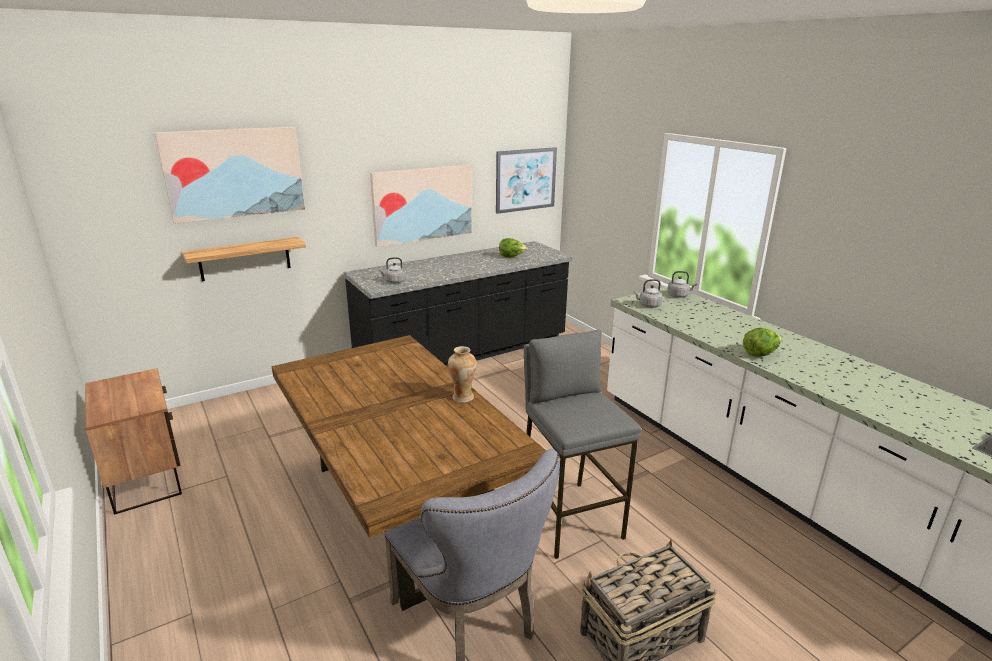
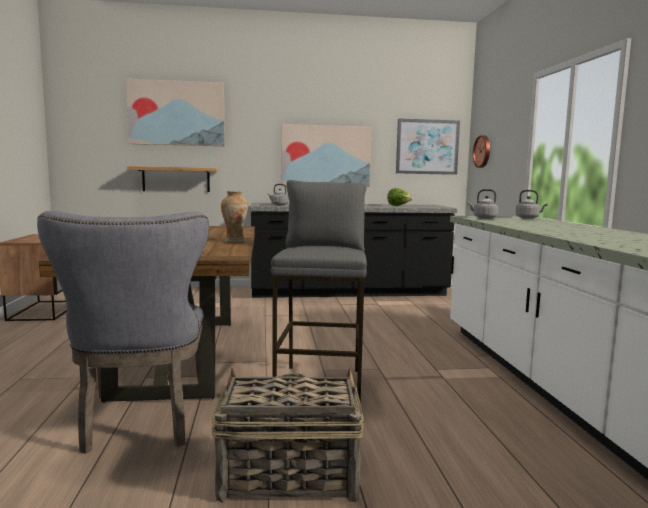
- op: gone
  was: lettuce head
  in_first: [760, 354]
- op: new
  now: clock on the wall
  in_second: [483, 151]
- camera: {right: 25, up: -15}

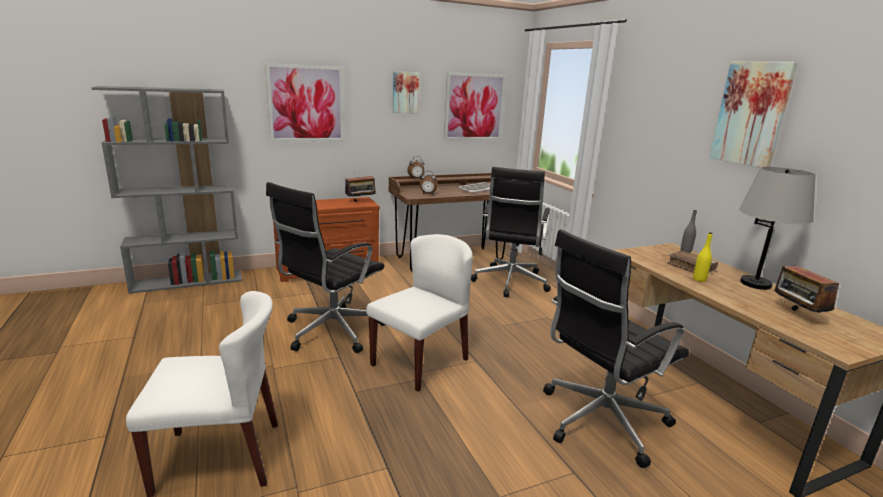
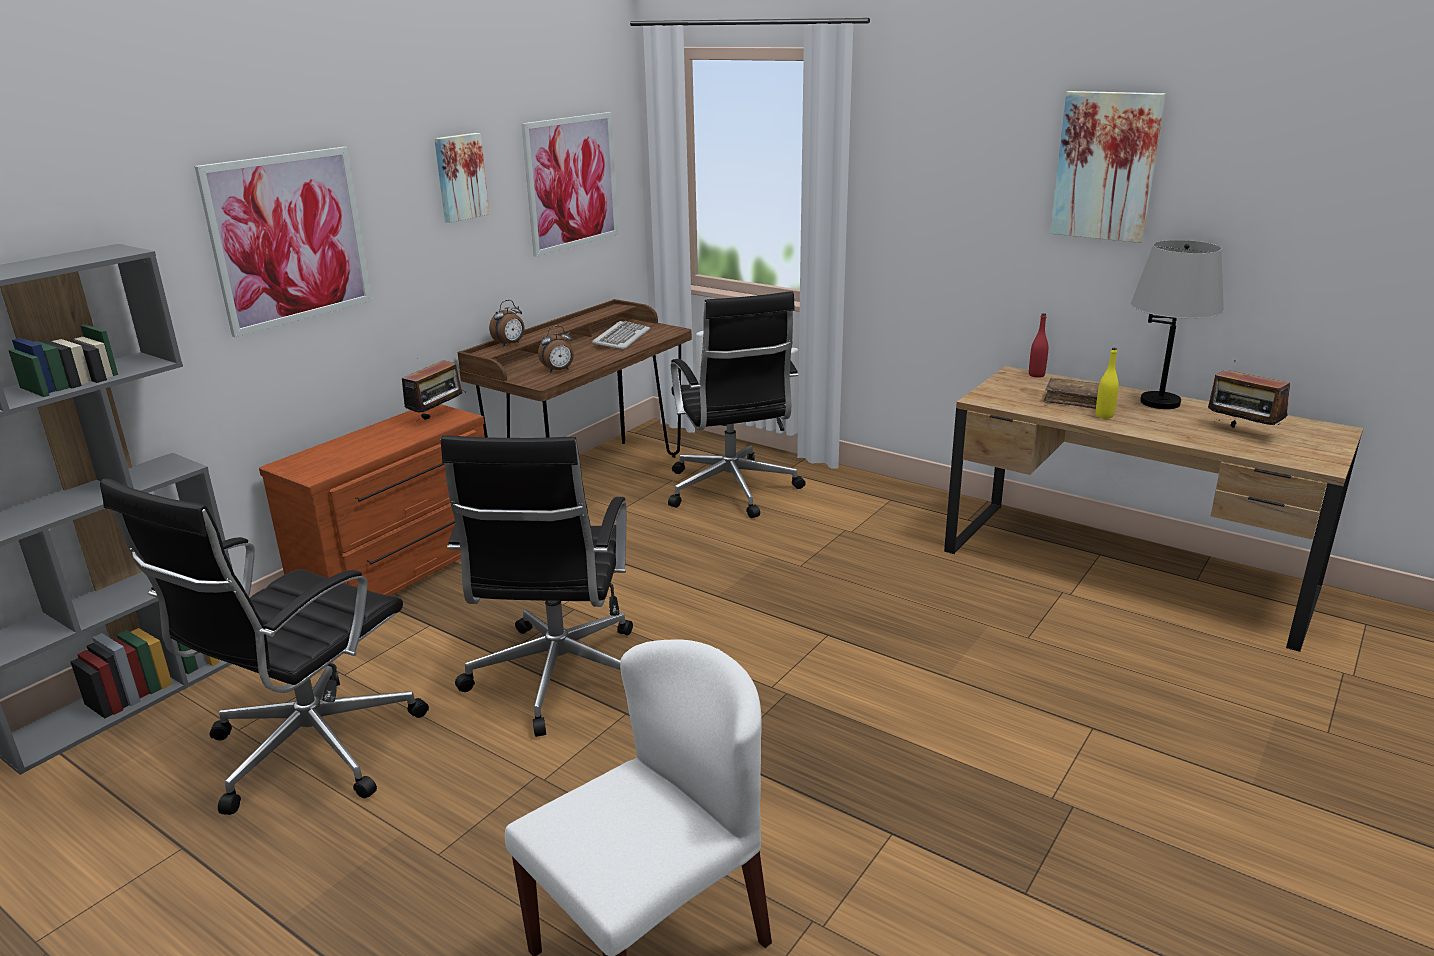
- op: gone
  was: plain chair (whitish)
  in_first: [420, 361]
- op: shifted
  was: office chair (blackish)
  in_first: [599, 421]
  in_second: [308, 750]
- op: repainted
  was: bottle (grey)
  now: bottle (reddish)
  in_first: [685, 251]
  in_second: [1036, 375]
- camera: {right: -30, up: 5}

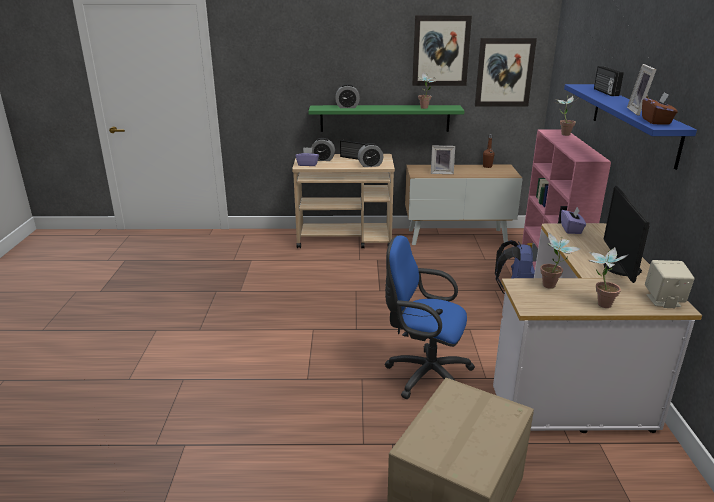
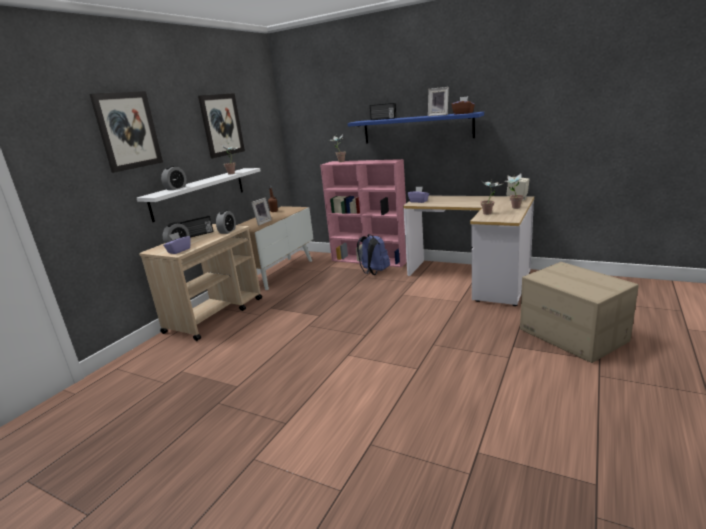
- op: gone
  was: office chair (bluish)
  in_first: [424, 375]
- op: gone
  was: computer screen
  in_first: [620, 268]
- op: shifted
  was: picture
  in_first: [504, 72]
  in_second: [128, 131]
- op: repainted
  was: shelf (green)
  now: shelf (whitish)
  in_first: [385, 118]
  in_second: [199, 193]
- camera: {right: -60, up: -5}

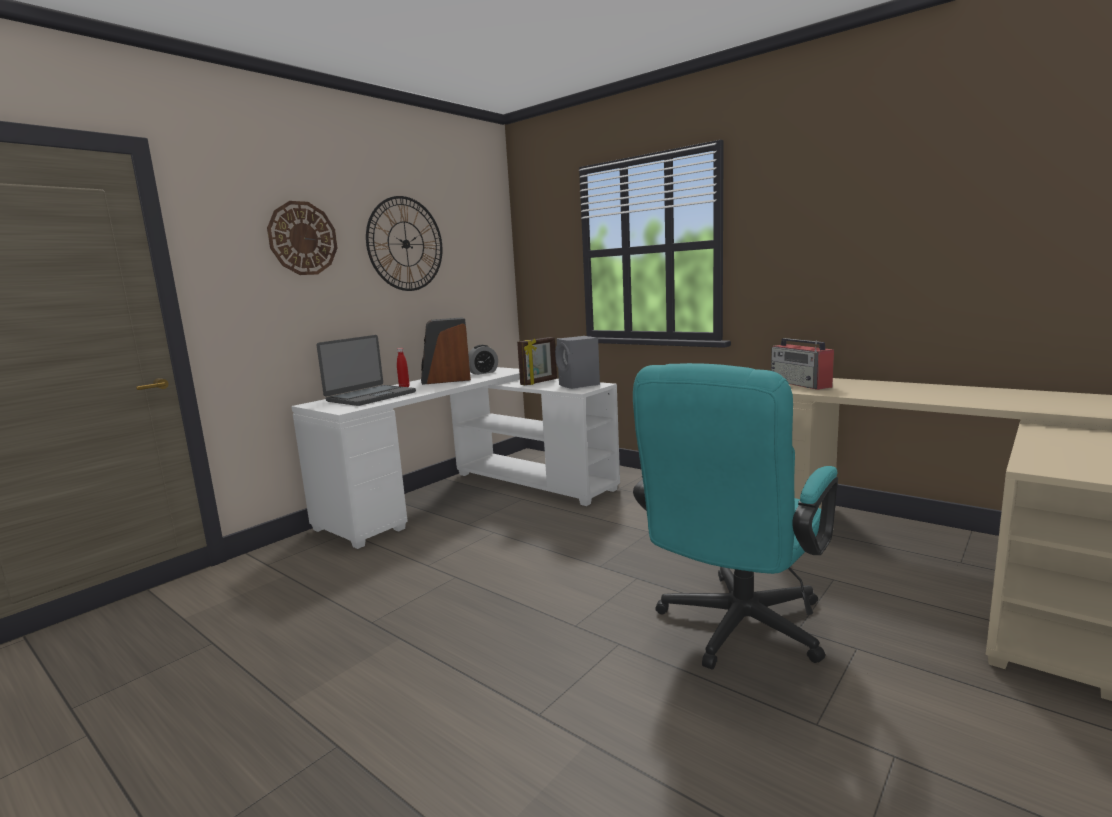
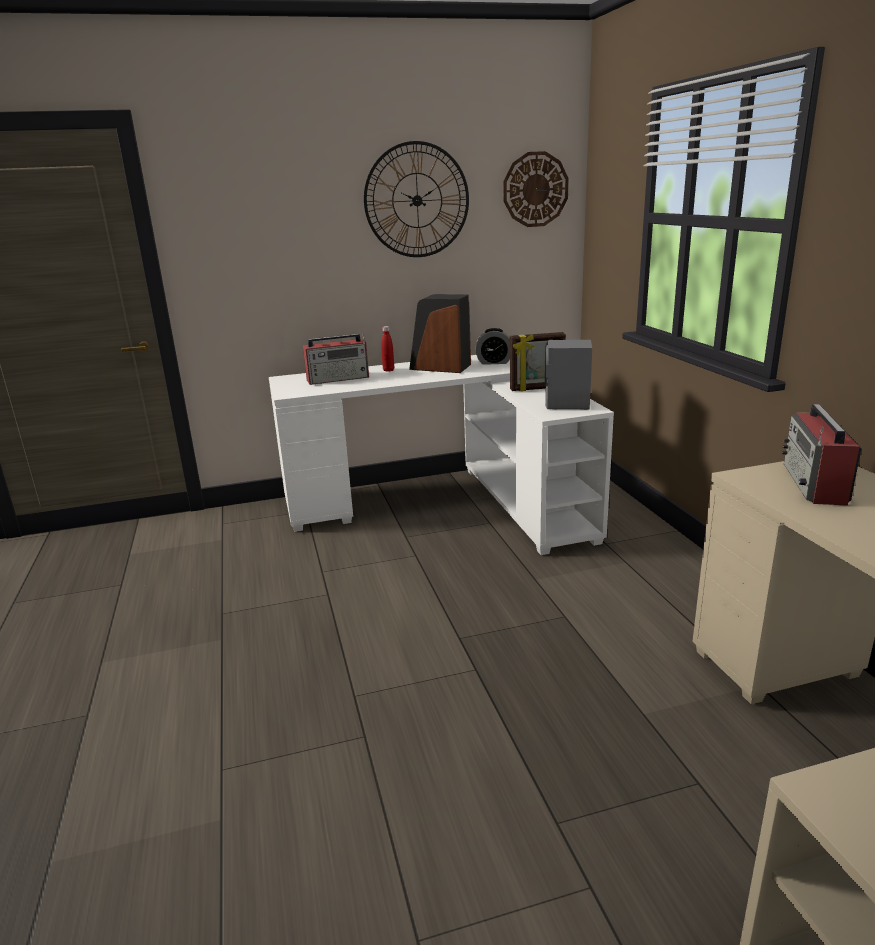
- op: gone
  was: office chair (blue-green)
  in_first: [734, 631]
- op: shifted
  was: clock on the wall
  in_first: [303, 238]
  in_second: [535, 189]
- op: swapped
  was: portable computer
  now: radio
  in_first: [370, 396]
  in_second: [339, 379]
- camera: {right: 35, up: 10}

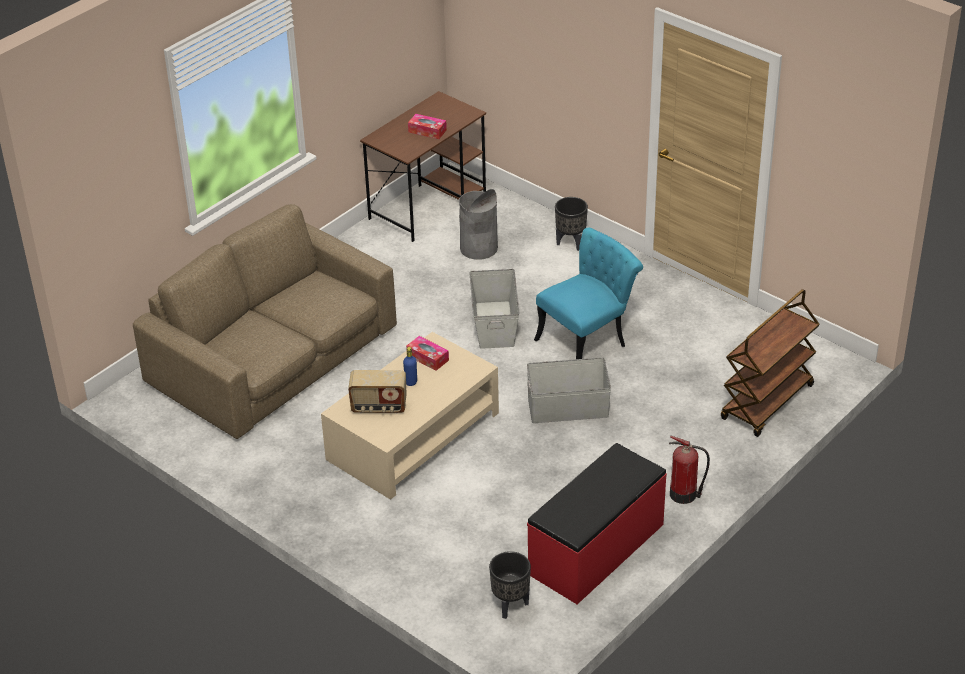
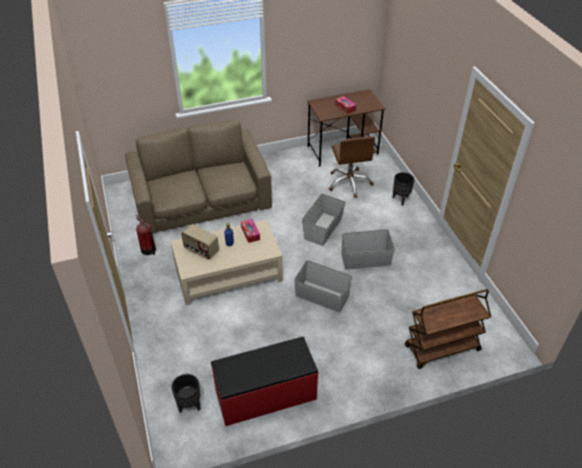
- op: shifted
  was: fire extinguisher
  in_first: [684, 494]
  in_second: [149, 250]
- op: swapped
  was: trash can (grey)
  now: office chair (brown)
  in_first: [478, 248]
  in_second: [349, 183]
- op: swapped
  was: plain chair (blue-green)
  now: storage bin (grey)
  in_first: [588, 339]
  in_second: [366, 259]
- camera: {right: 30, up: 5}

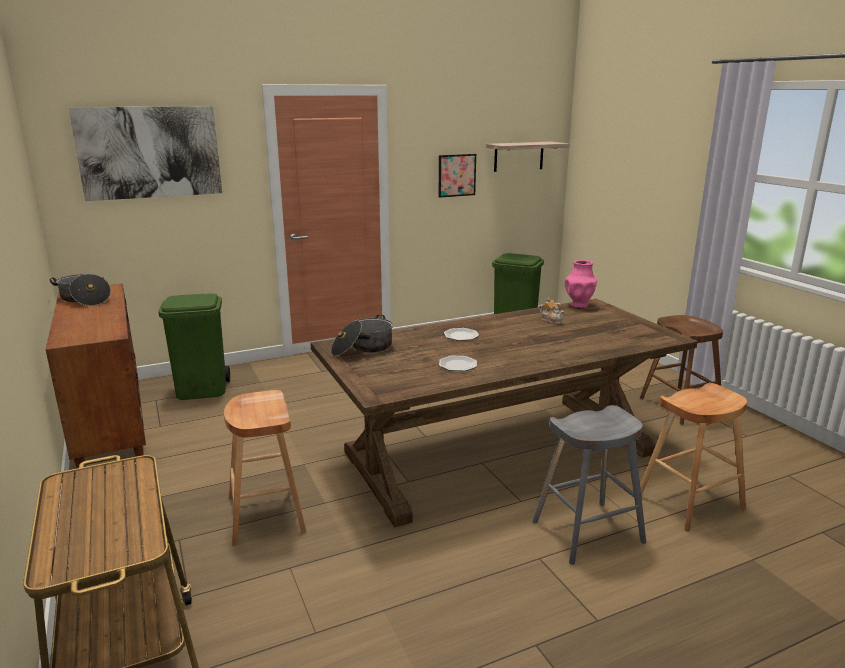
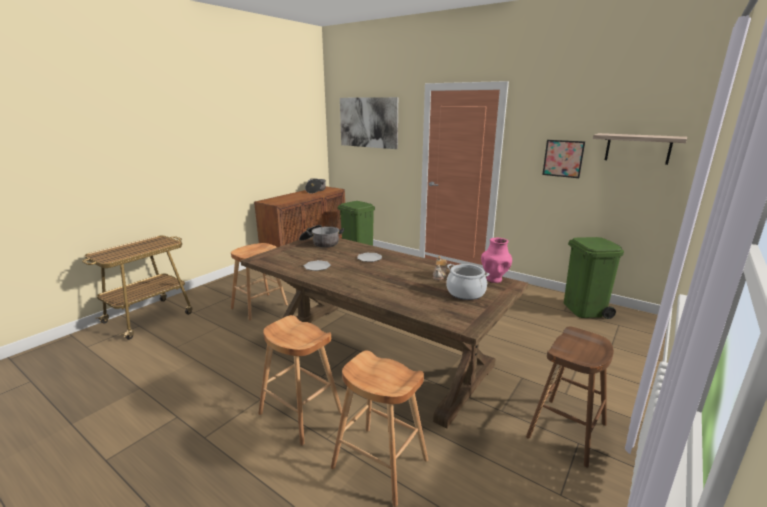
- op: new
  now: cooking pot
  in_second: [465, 293]
- op: repainted
  was: sitting stool (grey)
  now: sitting stool (brown)
  in_first: [588, 532]
  in_second: [301, 413]
- camera: {right: 60, up: 0}

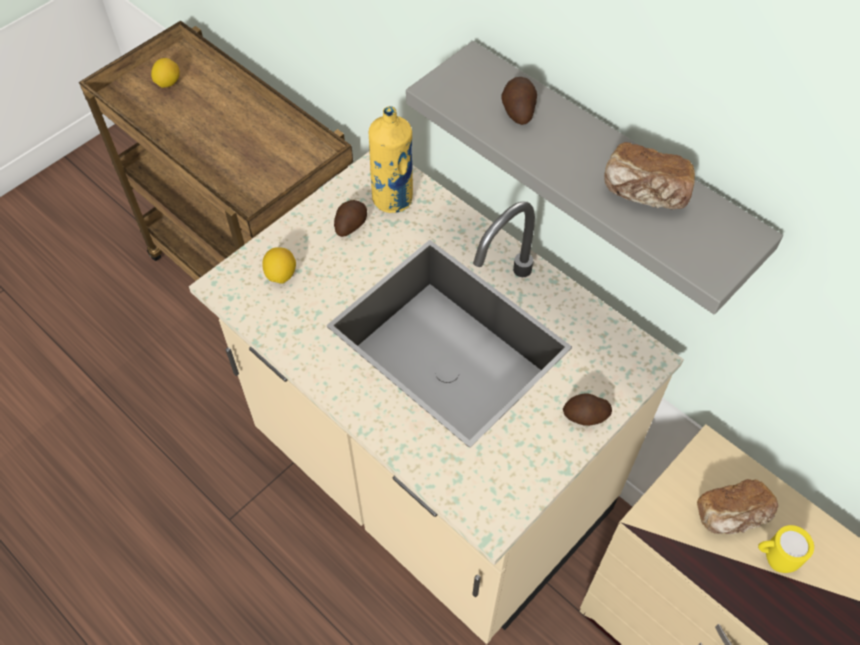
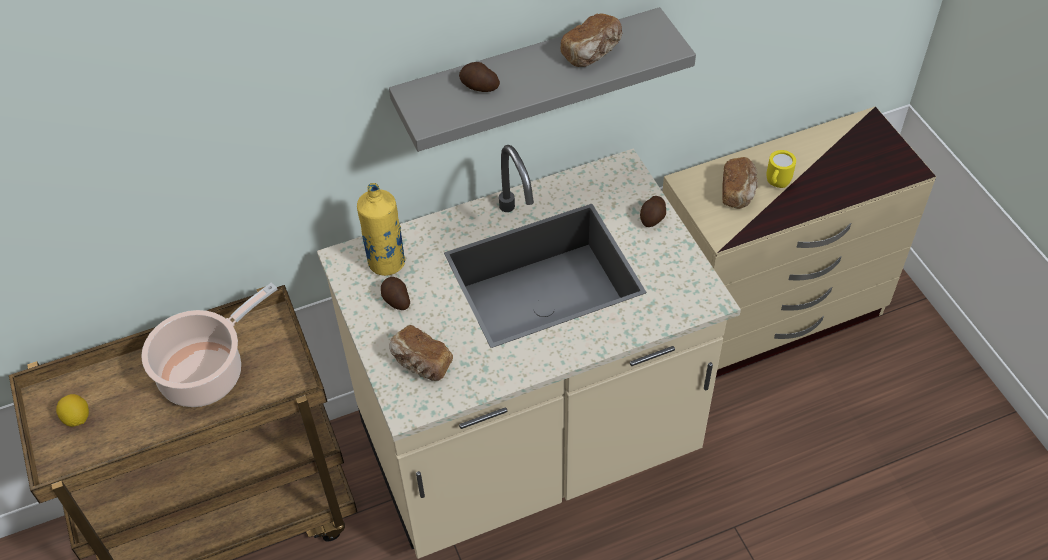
- op: new
  now: cooking pot
  in_second: [207, 372]
- op: swapped
  was: citrus fruit
  now: baked bread
  in_first: [281, 275]
  in_second: [420, 364]
- camera: {right: -65, up: -5}

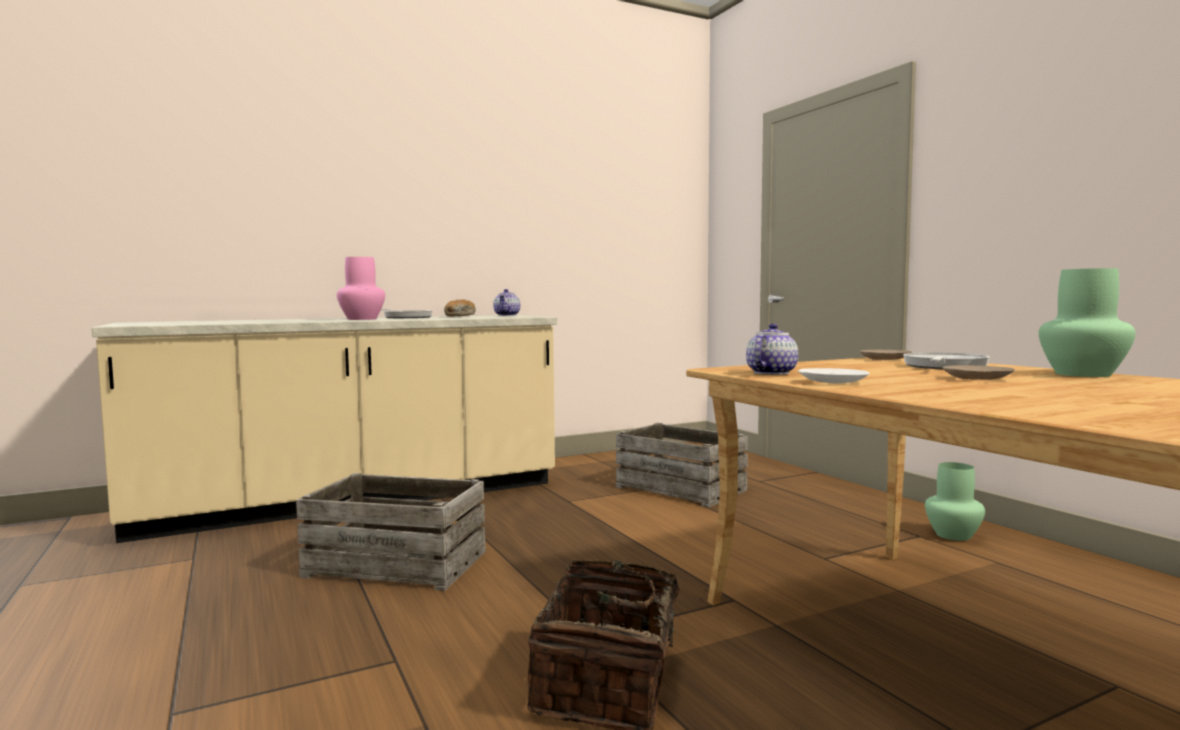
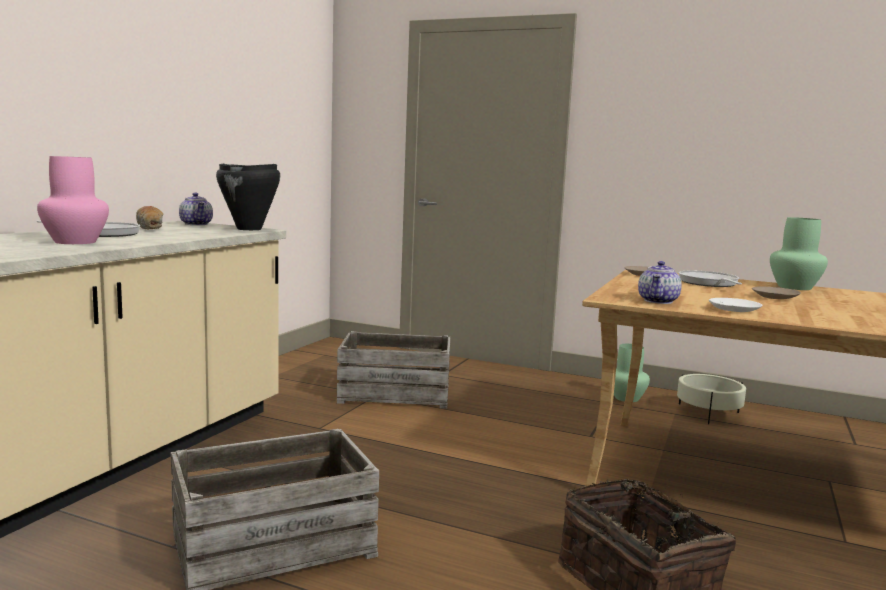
- op: new
  now: cooking pot (blackish)
  in_second: [249, 229]
- op: new
  now: plant pot (beige-coloured)
  in_second: [708, 413]
- op: rotated
  was: teapot
  in_first: [770, 373]
  in_second: [658, 301]
  clockwise: -150
- camera: {right: -40, up: 5}

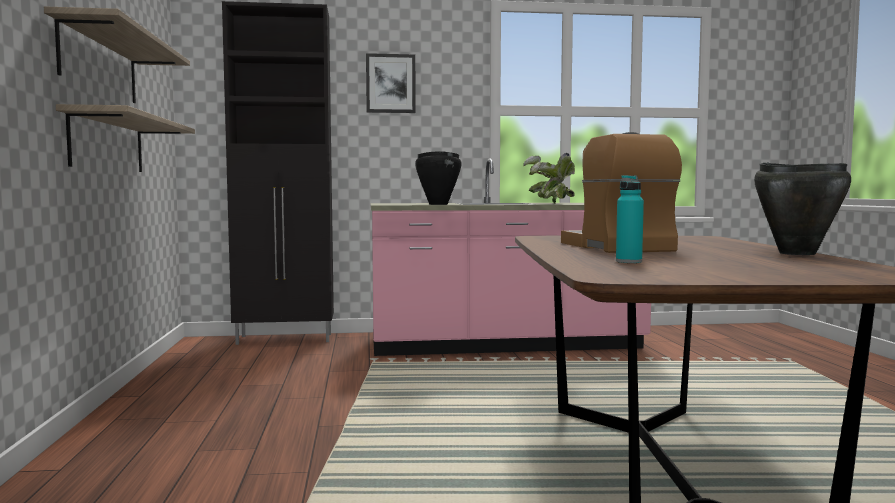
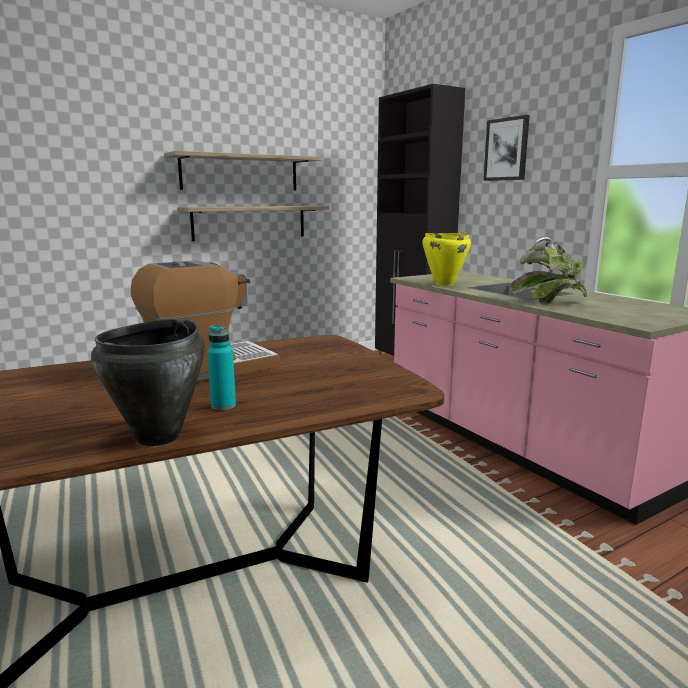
- op: shifted
  was: bottle (blue-green)
  in_first: [628, 262]
  in_second: [223, 406]
- op: repainted
  was: cooking pot (blackish)
  now: cooking pot (yellow-coloured)
  in_first: [438, 204]
  in_second: [443, 284]
- camera: {right: 65, up: 10}

